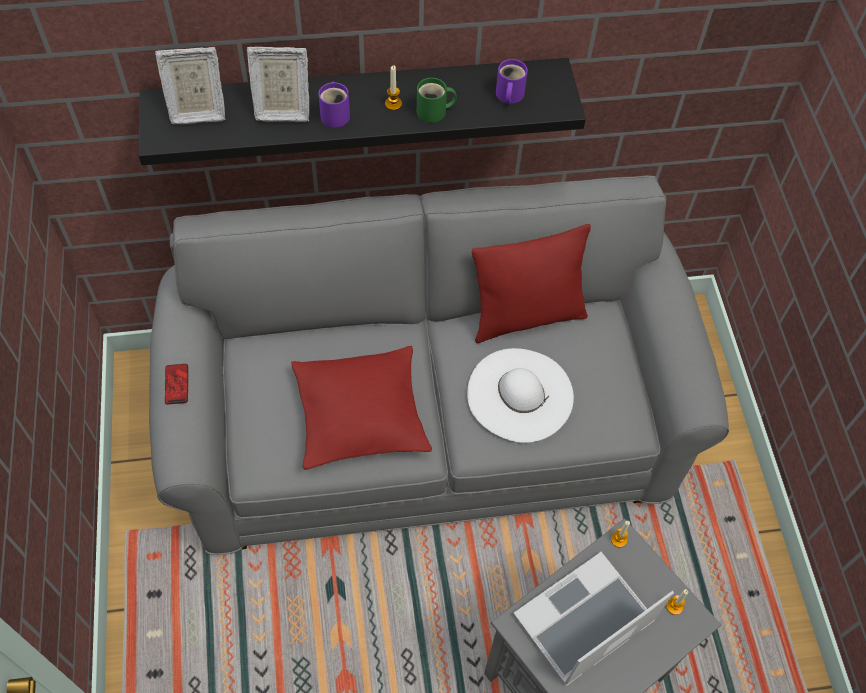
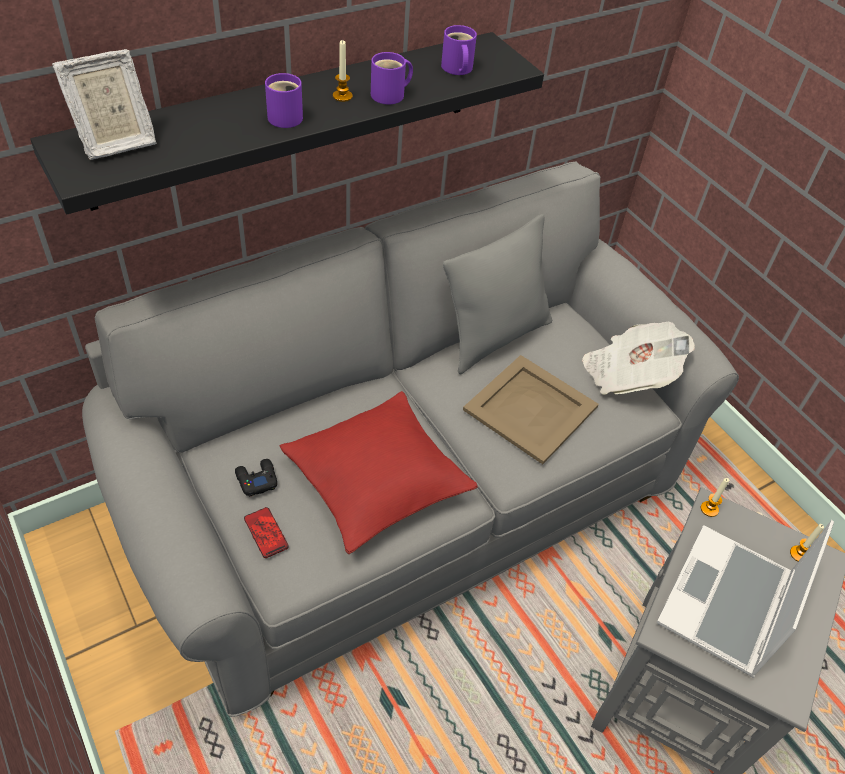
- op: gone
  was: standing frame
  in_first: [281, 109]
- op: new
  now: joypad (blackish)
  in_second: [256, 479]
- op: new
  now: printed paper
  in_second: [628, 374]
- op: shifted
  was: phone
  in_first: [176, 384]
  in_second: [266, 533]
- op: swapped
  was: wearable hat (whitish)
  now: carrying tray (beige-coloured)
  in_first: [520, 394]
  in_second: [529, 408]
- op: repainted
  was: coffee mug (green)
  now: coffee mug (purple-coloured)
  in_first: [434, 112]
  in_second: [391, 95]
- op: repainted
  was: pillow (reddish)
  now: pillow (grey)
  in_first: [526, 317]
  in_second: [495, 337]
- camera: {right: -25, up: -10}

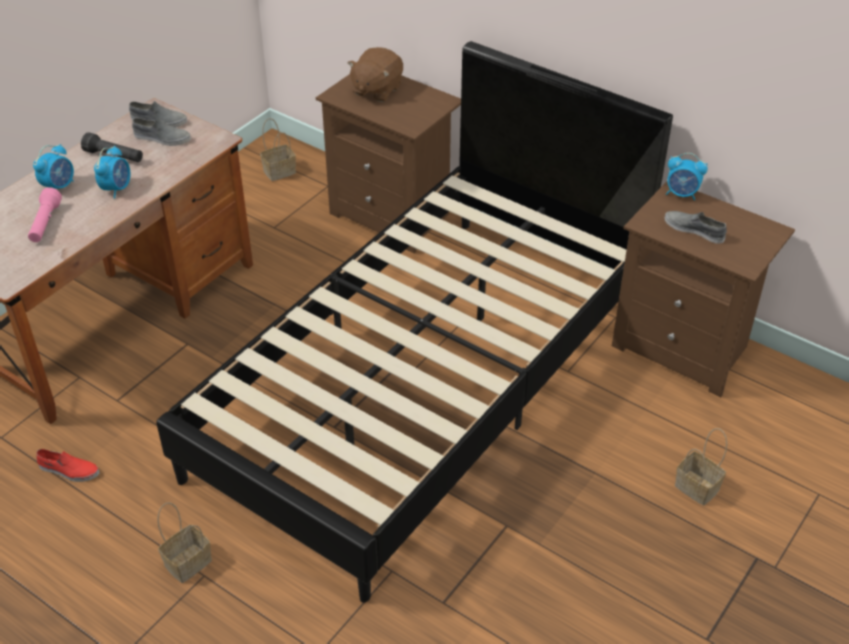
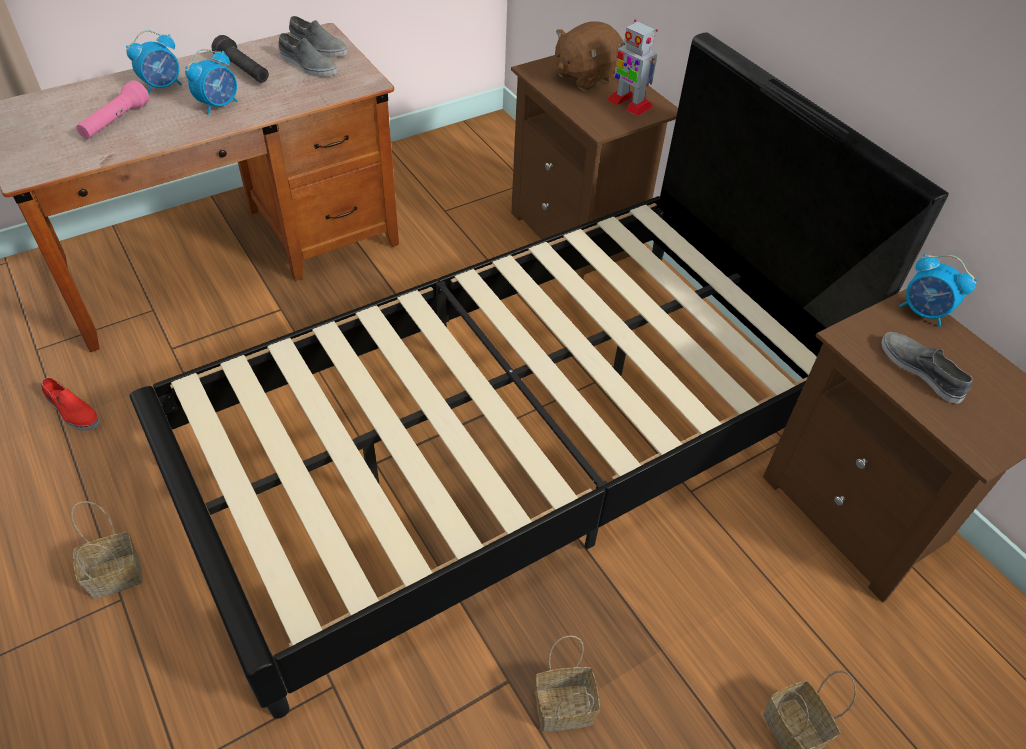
- op: new
  now: toy robot
  in_second: [629, 103]
- op: shifted
  was: storage basket
  in_first: [280, 171]
  in_second: [565, 706]
- camera: {right: 20, up: 5}

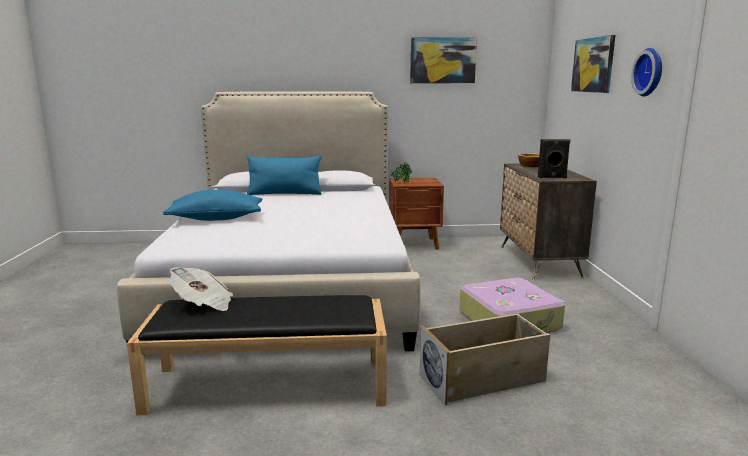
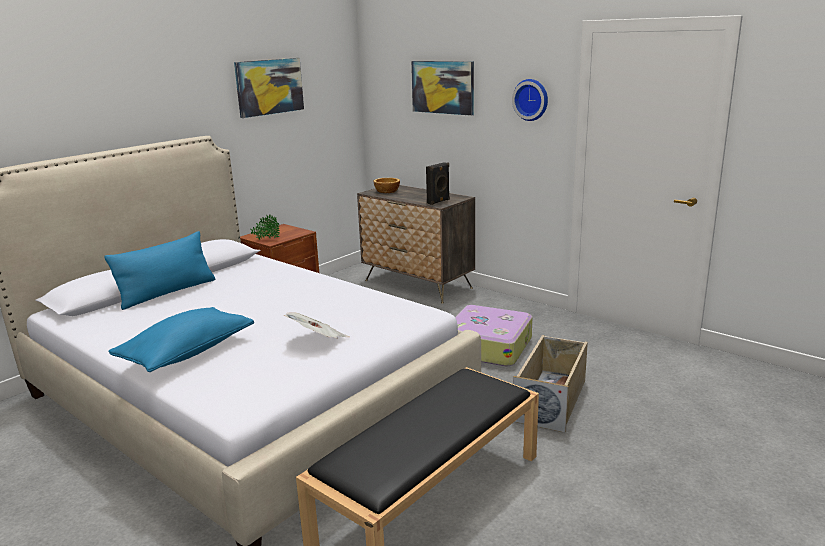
- op: shifted
  was: printed paper
  in_first: [203, 304]
  in_second: [318, 340]
- camera: {right: -45, up: 5}

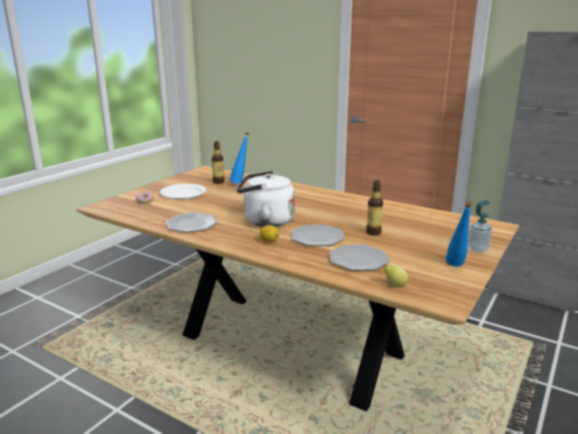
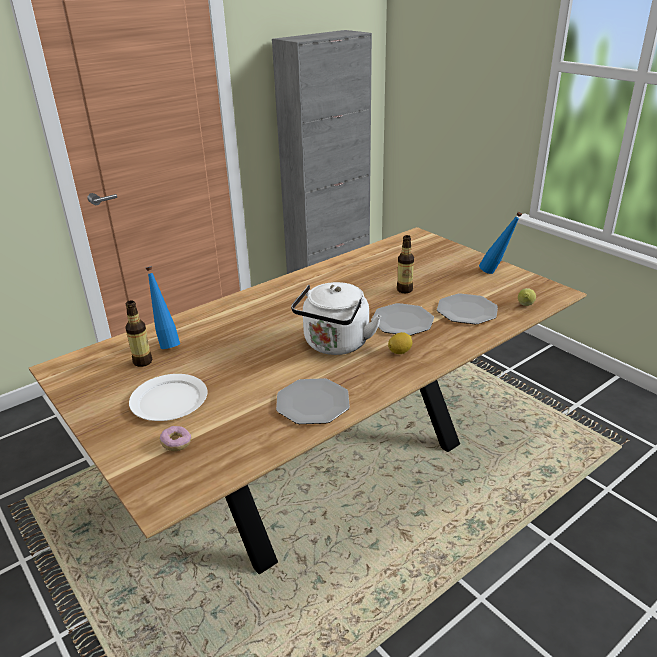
- op: gone
  was: soap dispenser
  in_first: [478, 249]
- camera: {right: -70, up: 10}

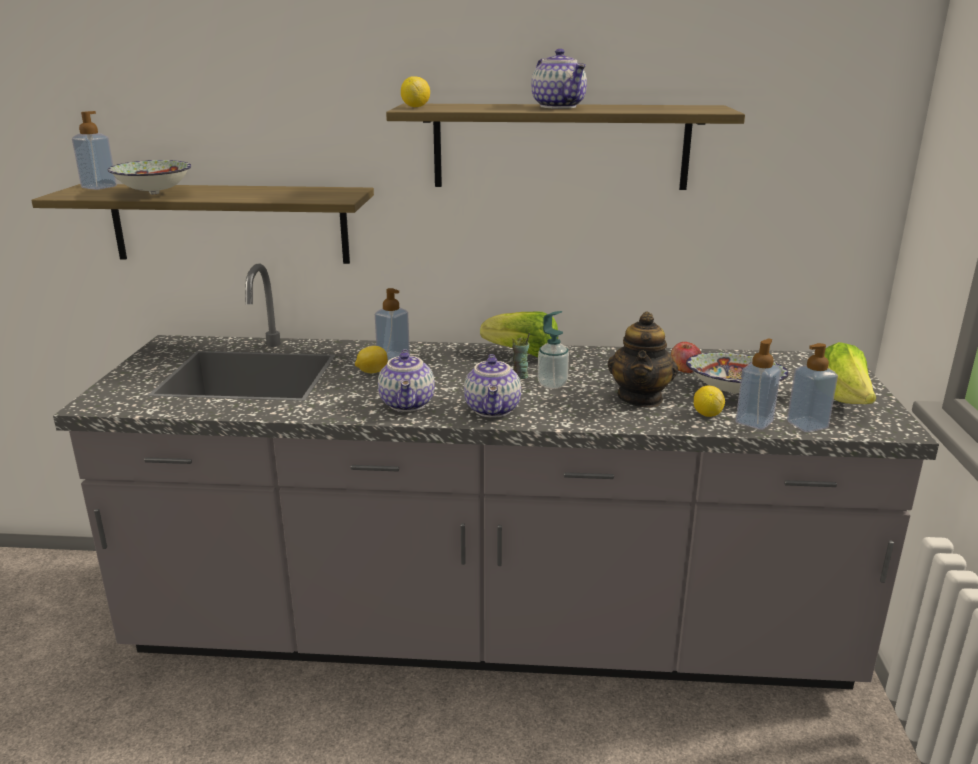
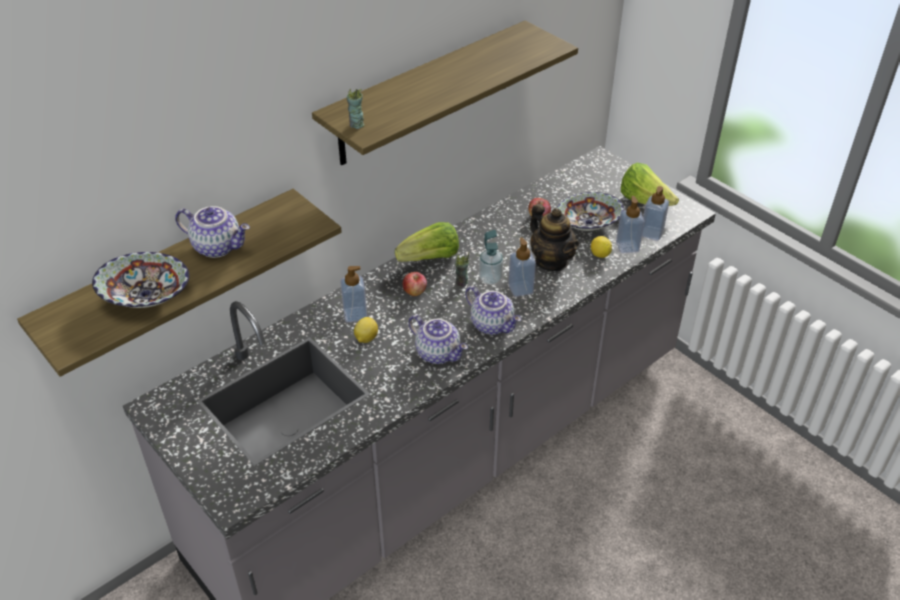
- op: new
  now: apple fruit
  in_second: [415, 291]
- op: shifted
  was: soap dispenser
  in_first: [99, 187]
  in_second: [520, 289]
- op: shifted
  was: teapot
  in_first: [559, 107]
  in_second: [218, 246]
- op: swapped
  was: citrus fruit
  now: cup
  in_first: [415, 107]
  in_second: [356, 125]
- camera: {right: -45, up: 20}

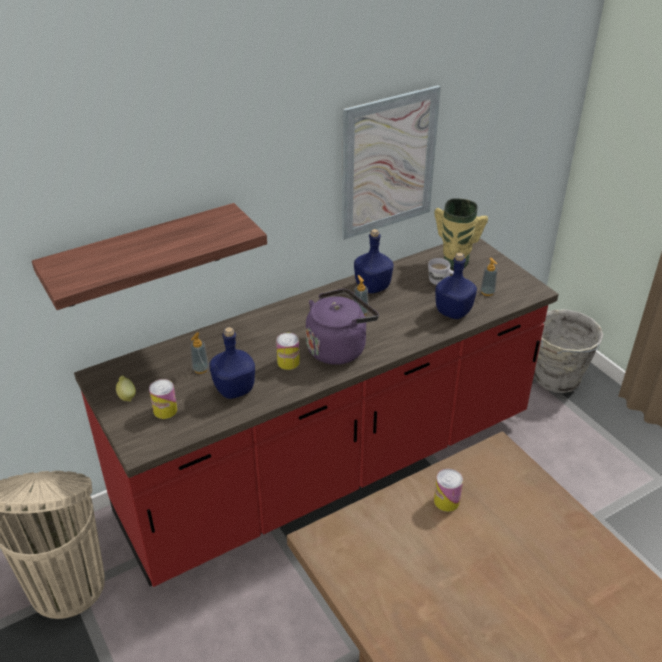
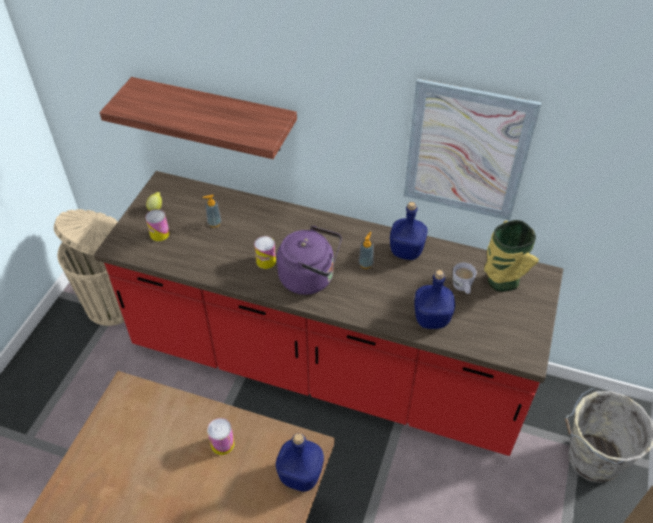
- op: gone
  was: soap dispenser
  in_first: [487, 292]
- op: shifted
  was: bottle (bluish)
  in_first: [233, 389]
  in_second: [299, 475]
- camera: {right: 50, up: 10}

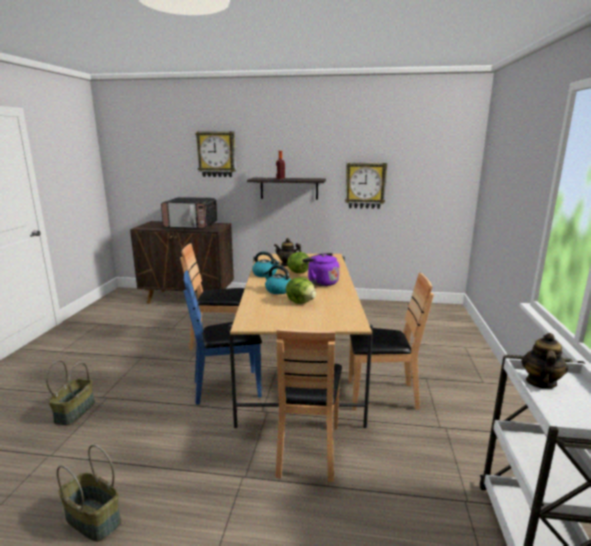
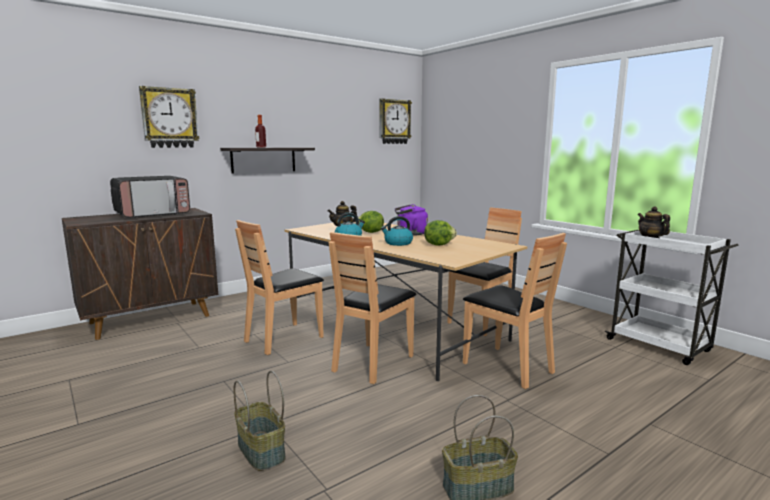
- op: shifted
  was: clock on the wall
  in_first: [365, 185]
  in_second: [394, 122]
- op: repainted
  was: plain chair (bluish)
  now: plain chair (brown)
  in_first: [228, 388]
  in_second: [373, 362]
- camera: {right: -45, up: -5}

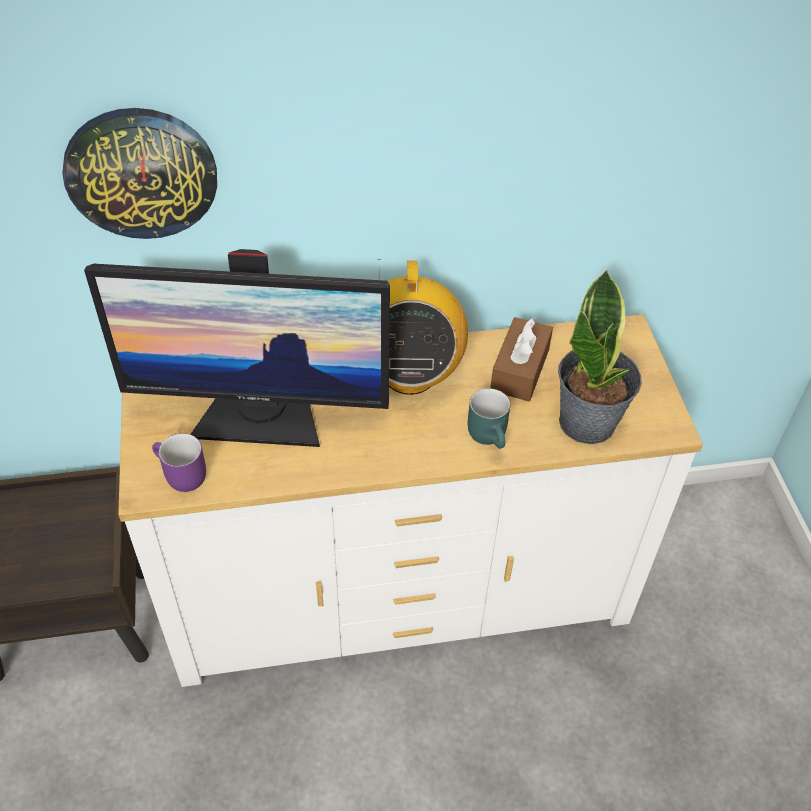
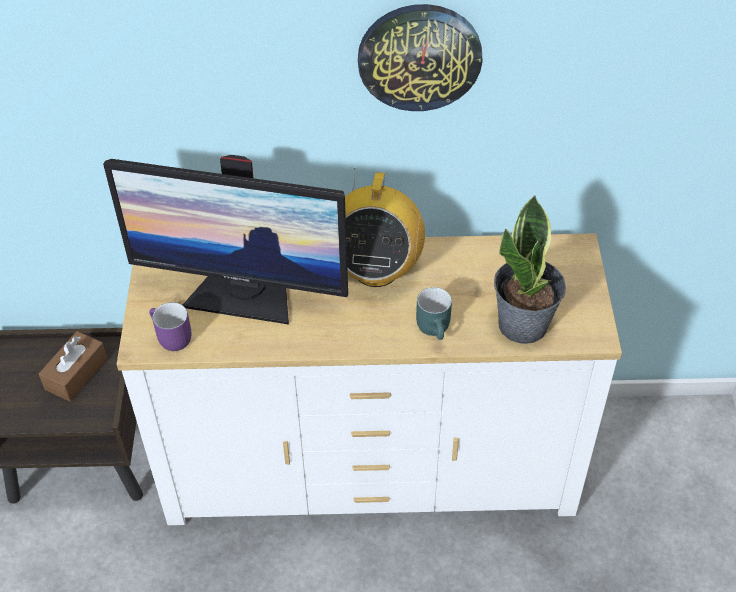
- op: shifted
  was: clock on the wall
  in_first: [141, 173]
  in_second: [419, 56]
- op: shifted
  was: tissue holder (brown)
  in_first: [520, 370]
  in_second: [76, 374]
- camera: {right: 10, up: 0}

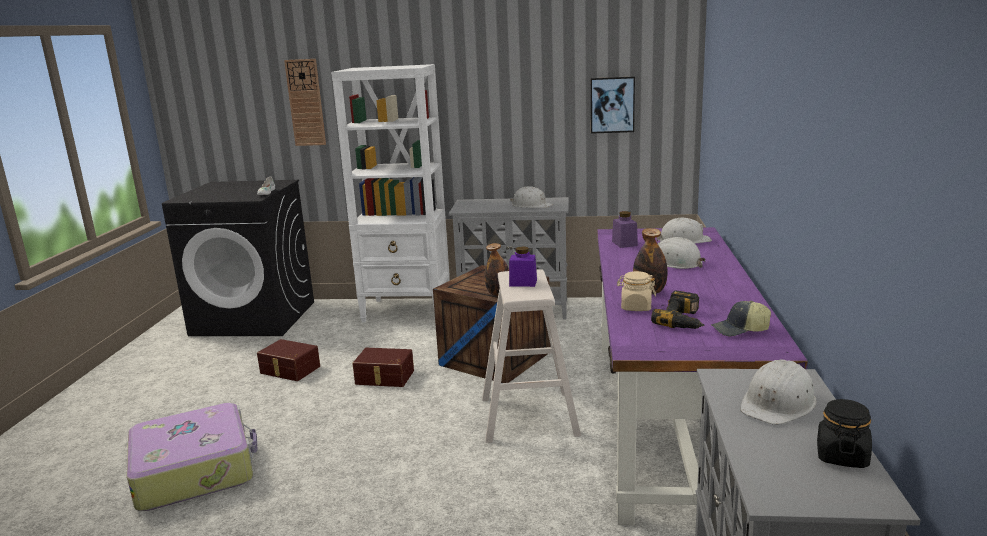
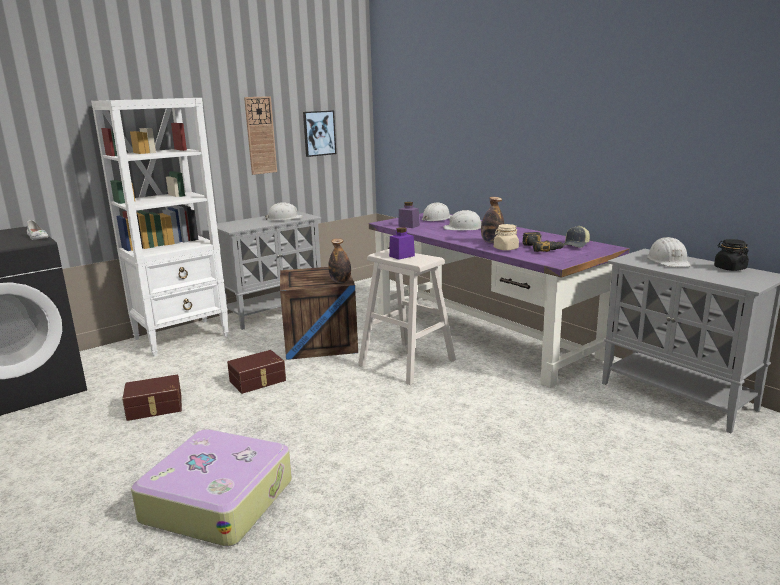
- op: shifted
  was: clock on the wall
  in_first: [306, 102]
  in_second: [260, 135]
- camera: {right: -45, up: 0}

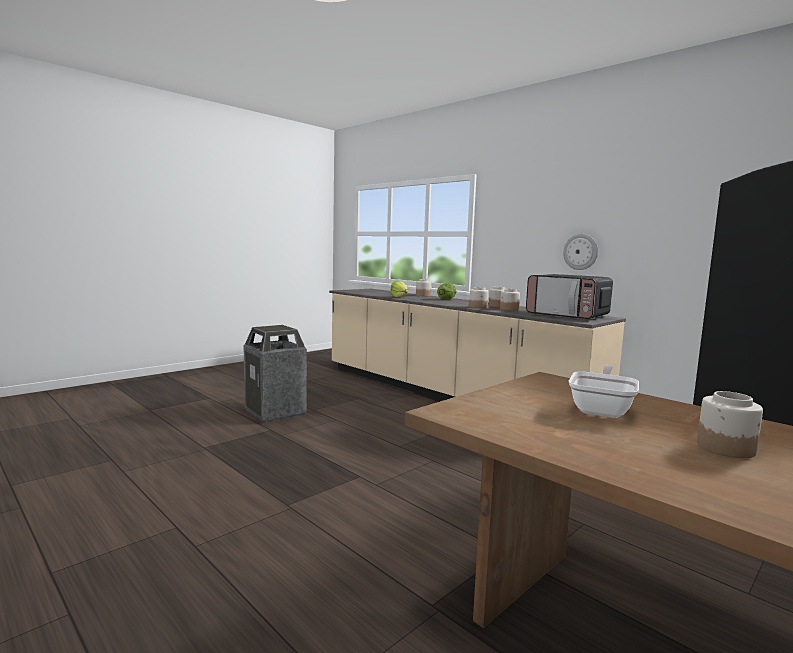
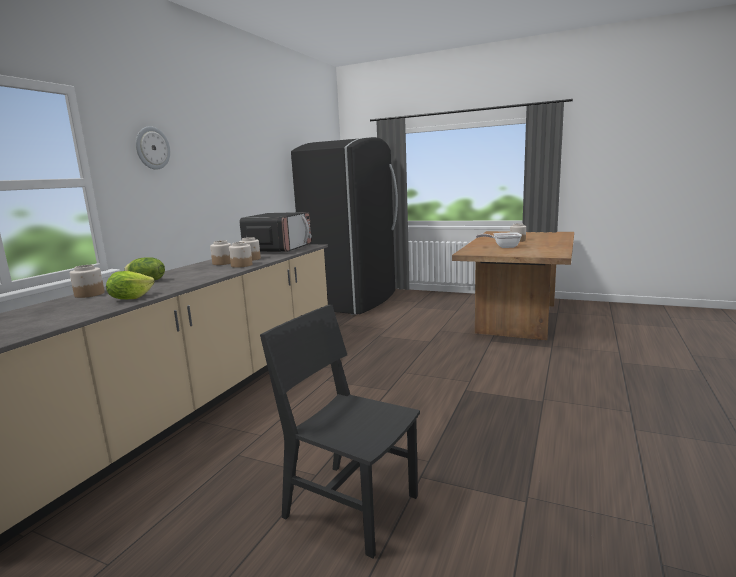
- op: shifted
  was: clock on the wall
  in_first: [580, 252]
  in_second: [152, 148]
- op: swapped
  was: trash can
  now: plain chair (blackish)
  in_first: [275, 412]
  in_second: [351, 506]
- camera: {right: -110, up: 5}

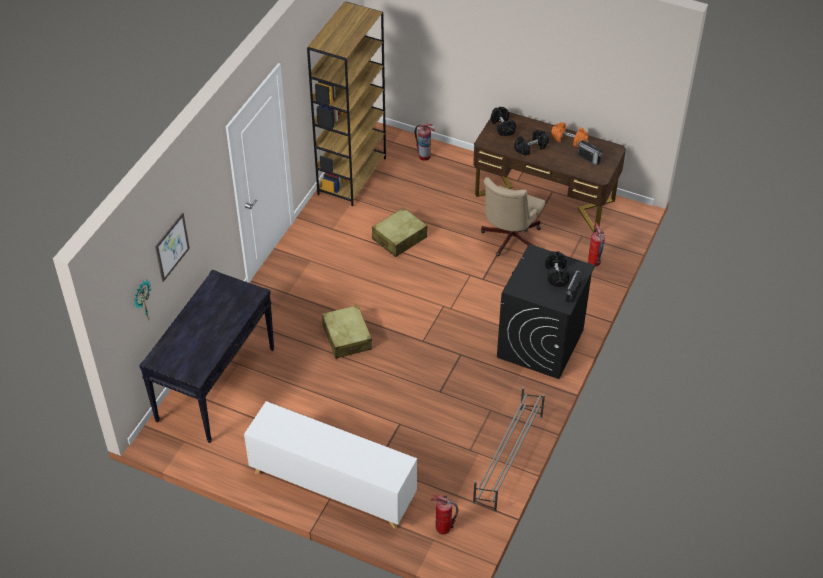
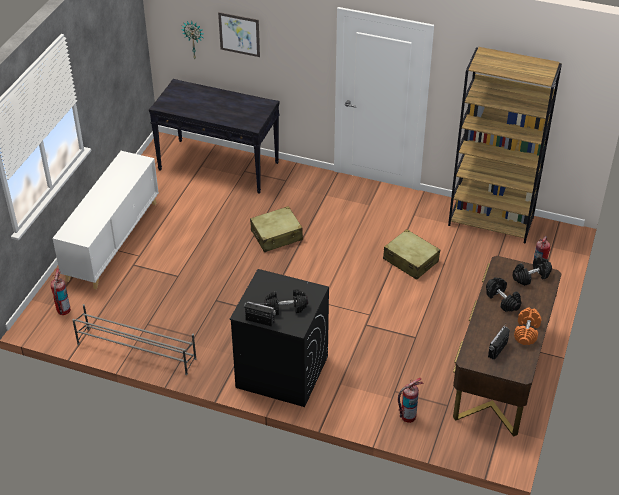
- op: gone
  was: office chair (beige-coloured)
  in_first: [509, 240]
- camera: {right: 85, up: -5}

